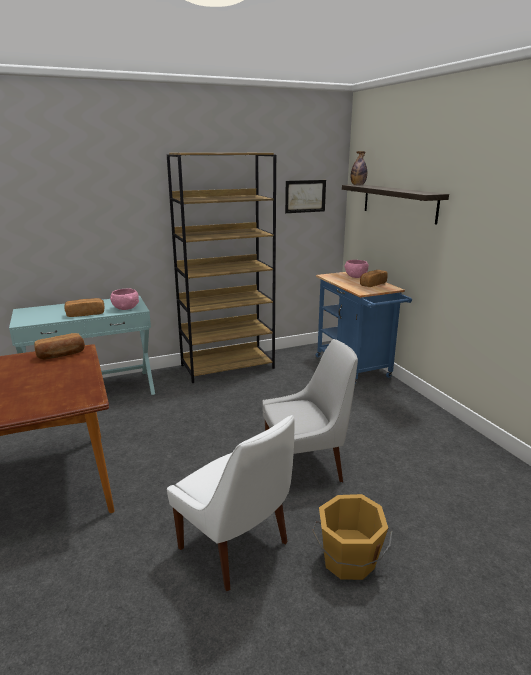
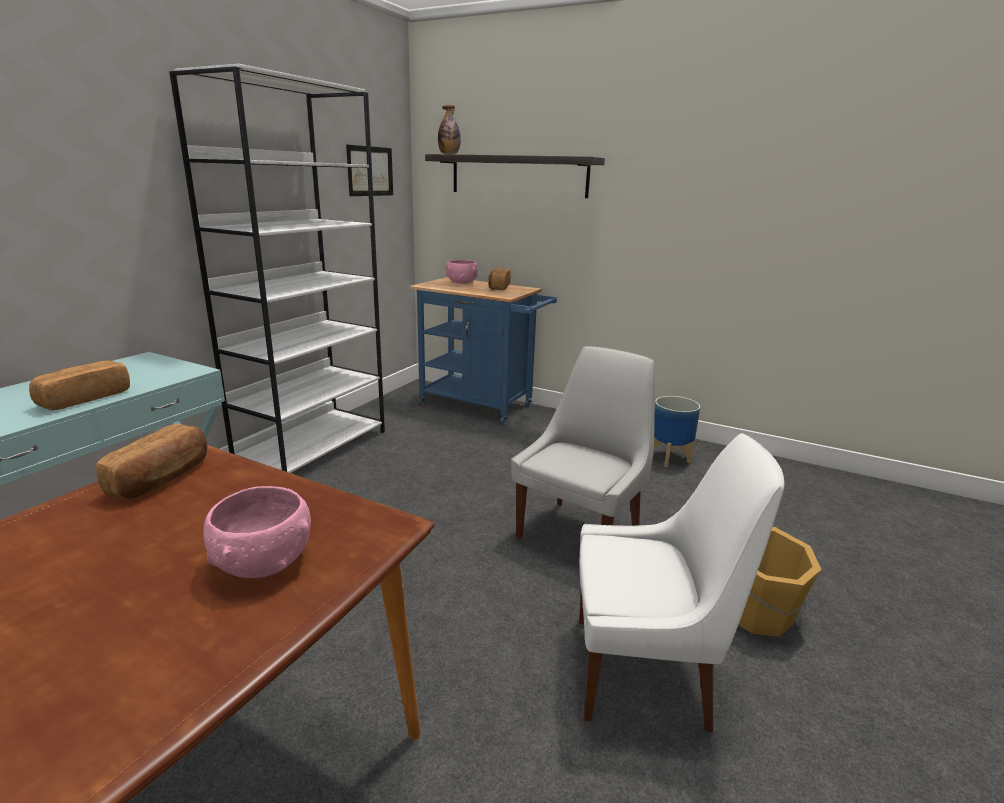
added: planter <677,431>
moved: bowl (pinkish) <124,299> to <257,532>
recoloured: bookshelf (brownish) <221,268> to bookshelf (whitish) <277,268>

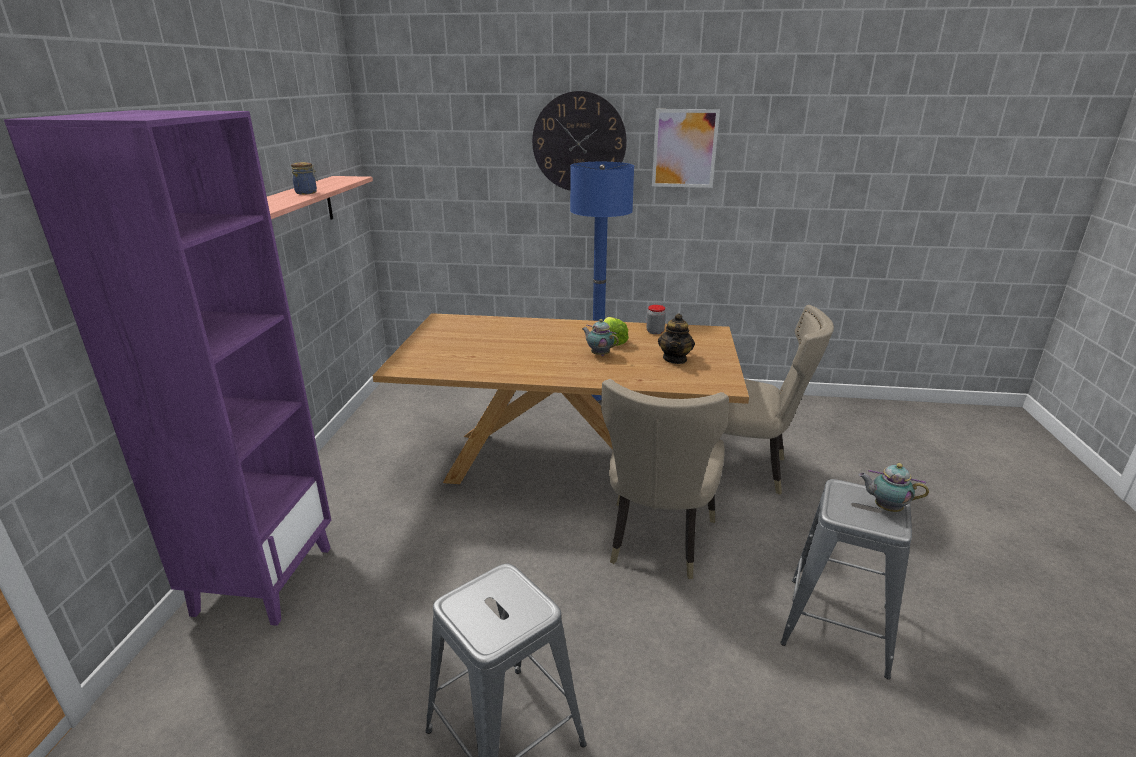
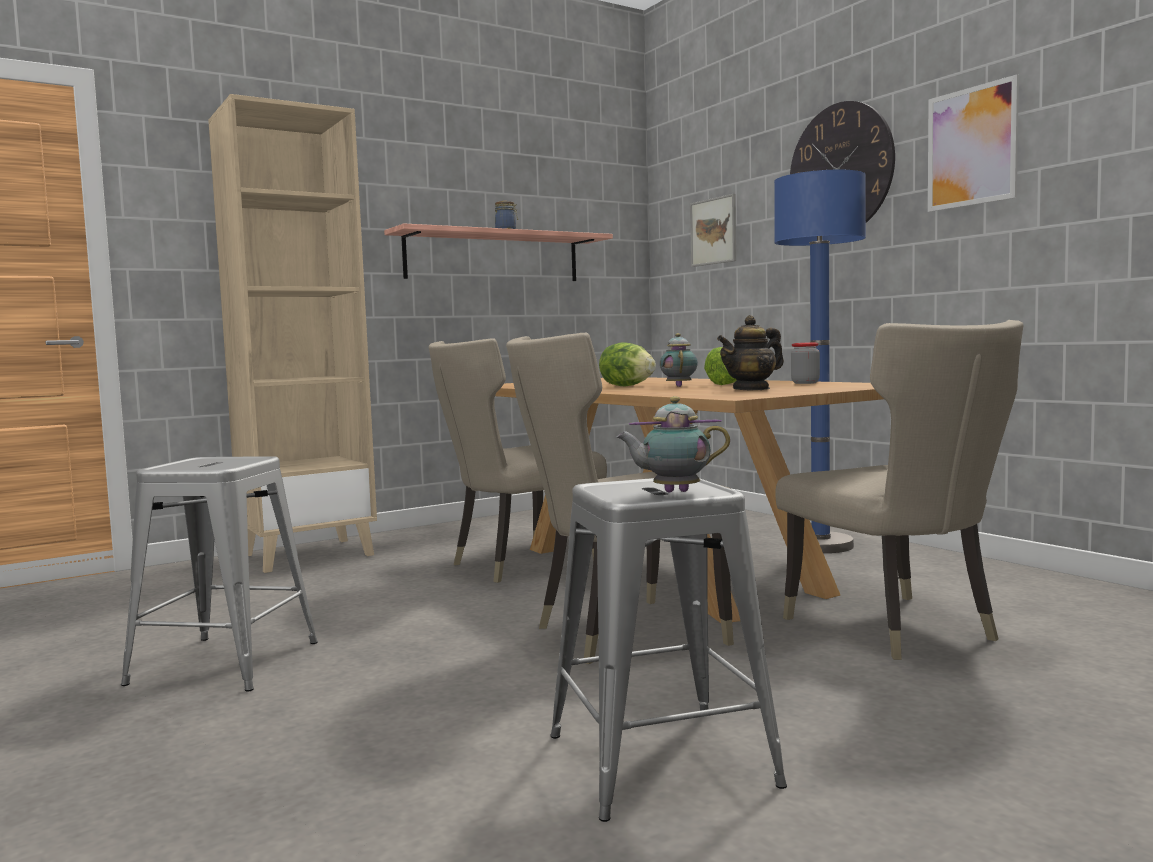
added: wall art <713,230>; plain chair (beige) <518,460>; lettuce head <627,364>
recoloured: bookshelf (purplish) <167,368> to bookshelf (beige) <292,333>
turned: tea pot <894,487> = <673,444> 75 degrees counterclockwise

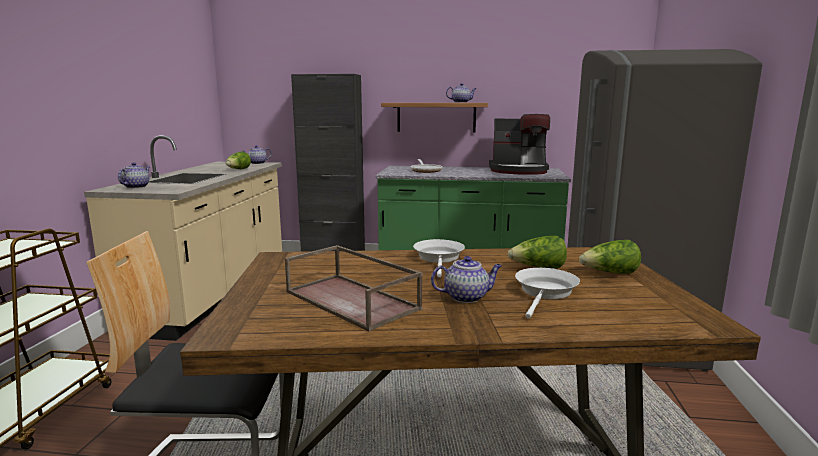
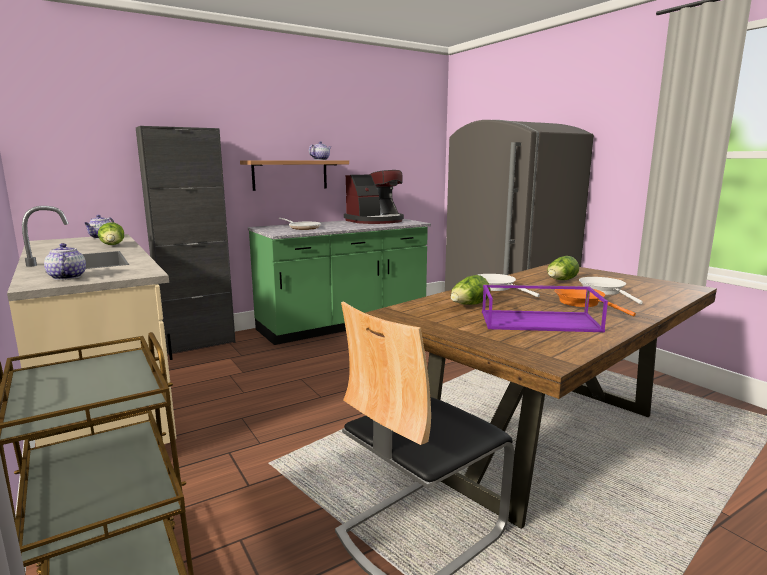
moved: lettuce head <610,257> to <470,290>
replaced: tea pot <466,279> to skillet (orange-coloured) <595,302>
recoloured: carrying tray (brownish) <354,288> to carrying tray (purplish) <545,308>

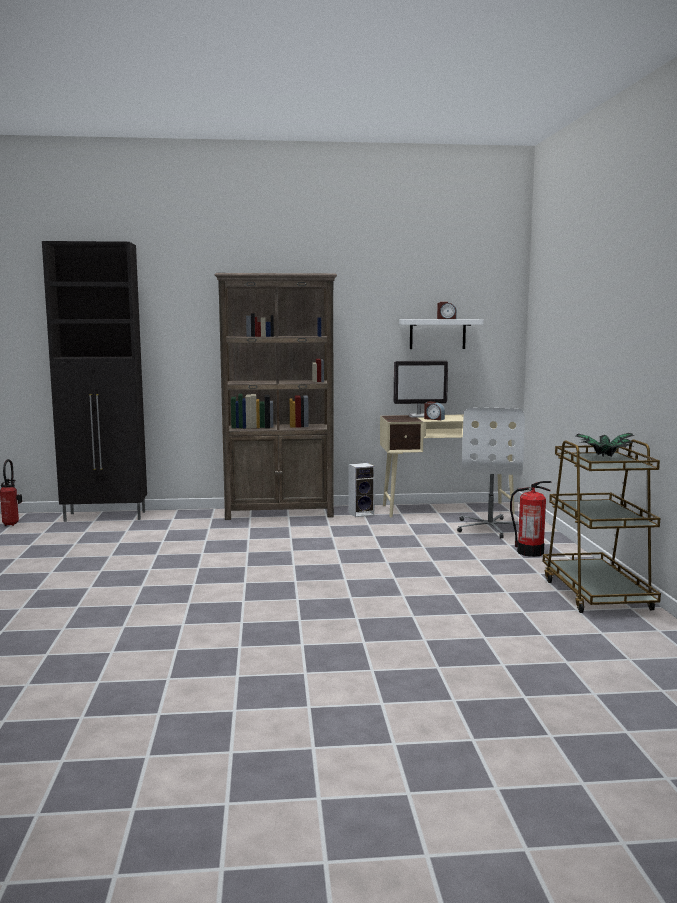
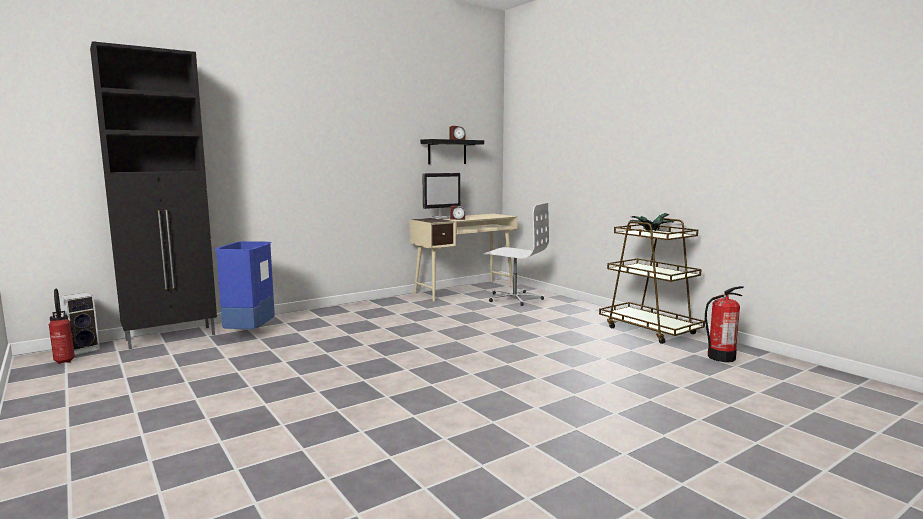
removed: bookshelf (brownish) <275,396>
added: waste bin (blue) <245,285>
moved: audio speaker <361,490> to <80,323>; extinguisher <531,519> to <724,324>
recoloured: bracket shelf (whitish) <441,334> to bracket shelf (black) <452,151>
turned: computer chair (whitish) <491,472> = <516,254> 45 degrees counterclockwise

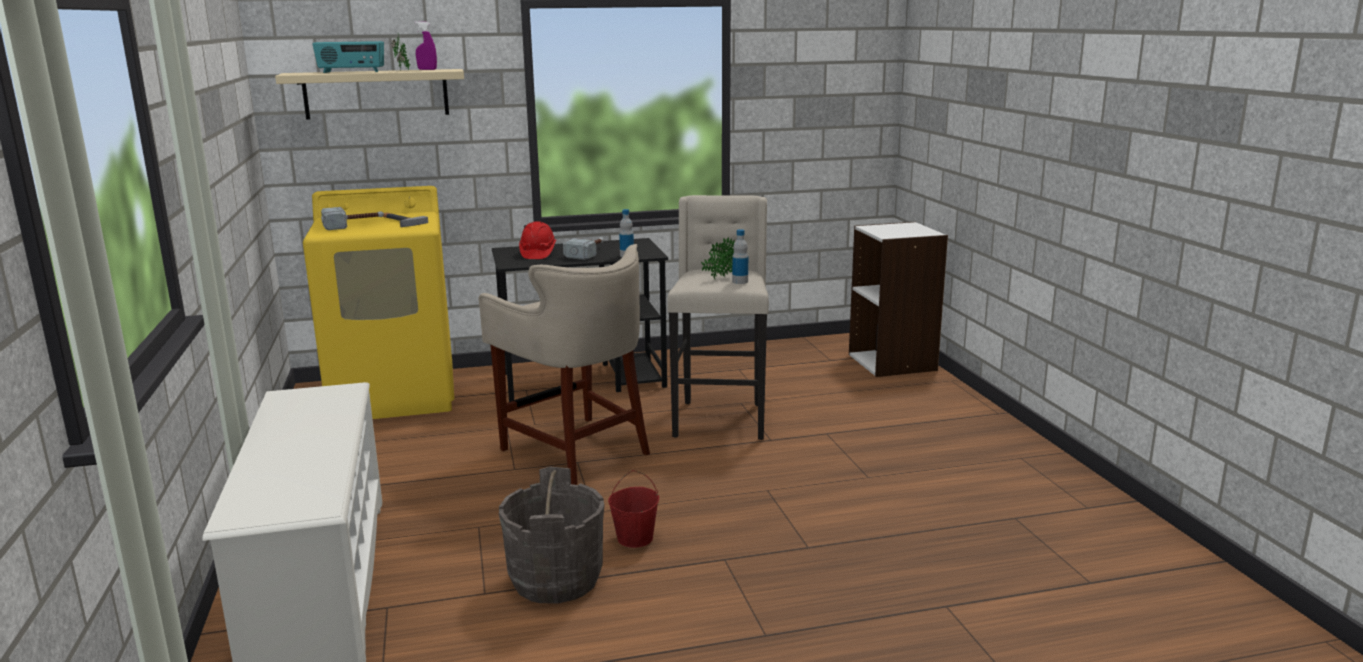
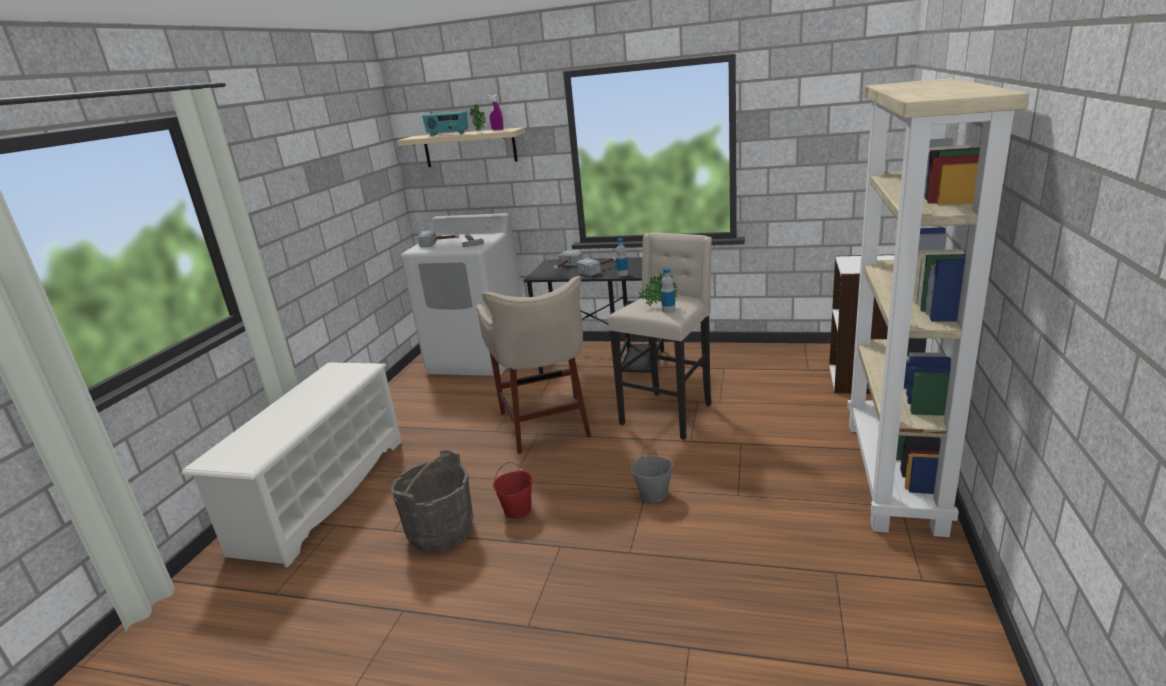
added: bookshelf (beige) <938,307>; pail (grey) <652,474>
replaced: work helmet (reddish) <537,240> to tool hammer <568,260>
recoloured: laundry appliance (yellowish) <378,302> to laundry appliance (whitish) <461,294>

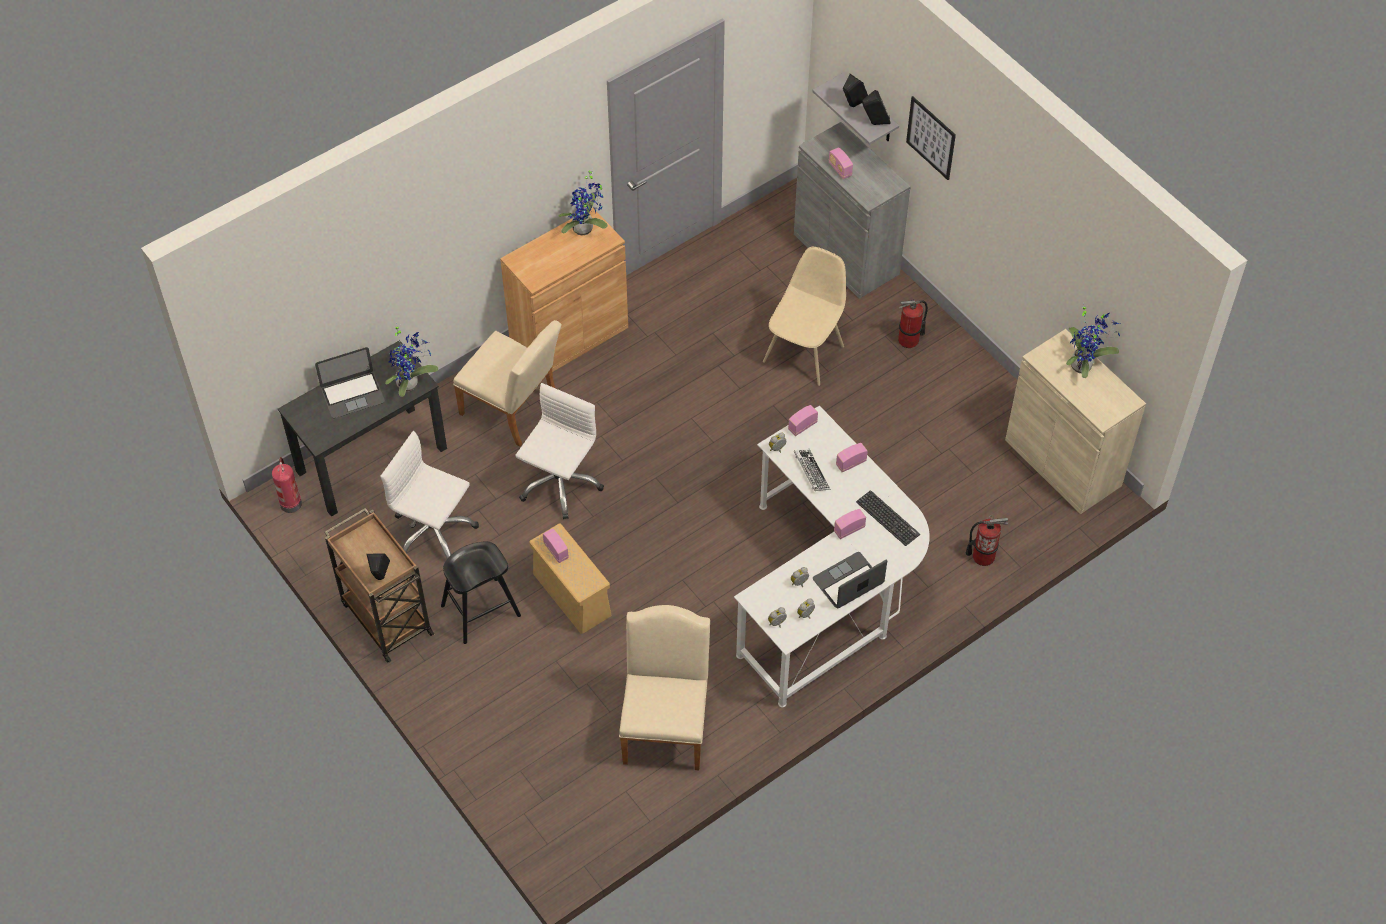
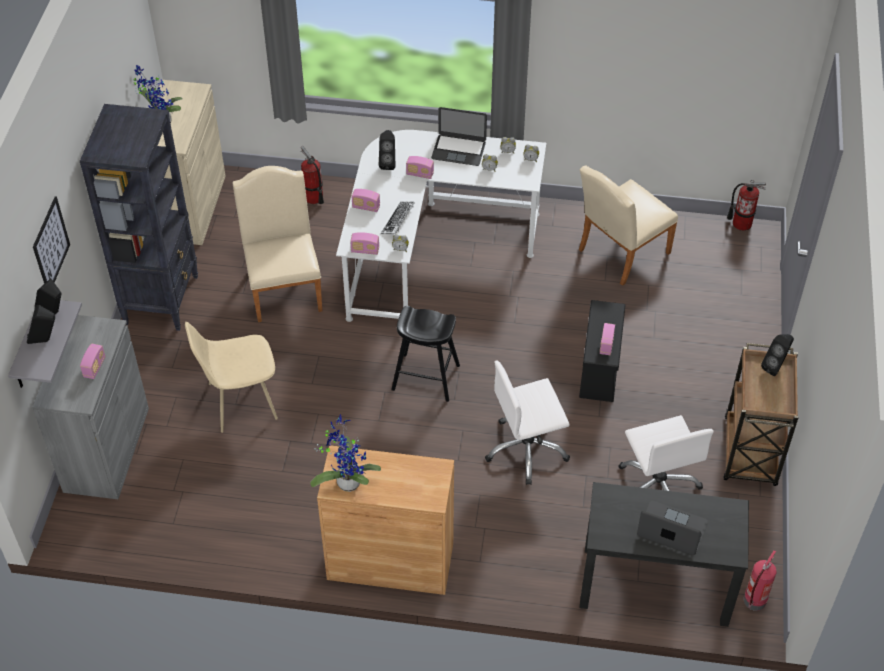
removed: potted plant <411,359>
added: bookshelf (black) <139,217>
moved: extinguisher <913,323> to <746,205>; plain chair (beige) <507,383> to <277,244>; sitting stool (black) <481,593> to <425,354>
replaced: computer keyboard <888,518> to audio speaker (black) <387,150>
recoloured: storage box (beige) <570,578> to storage box (black) <602,351>

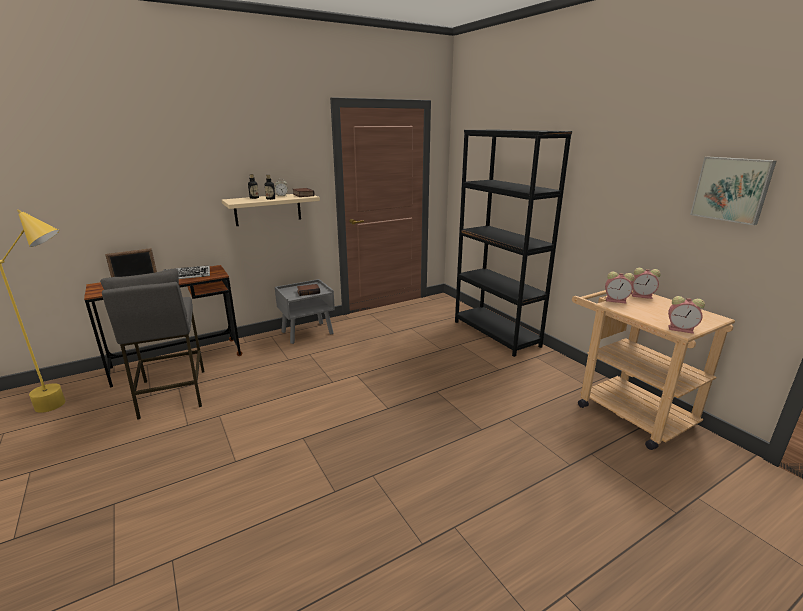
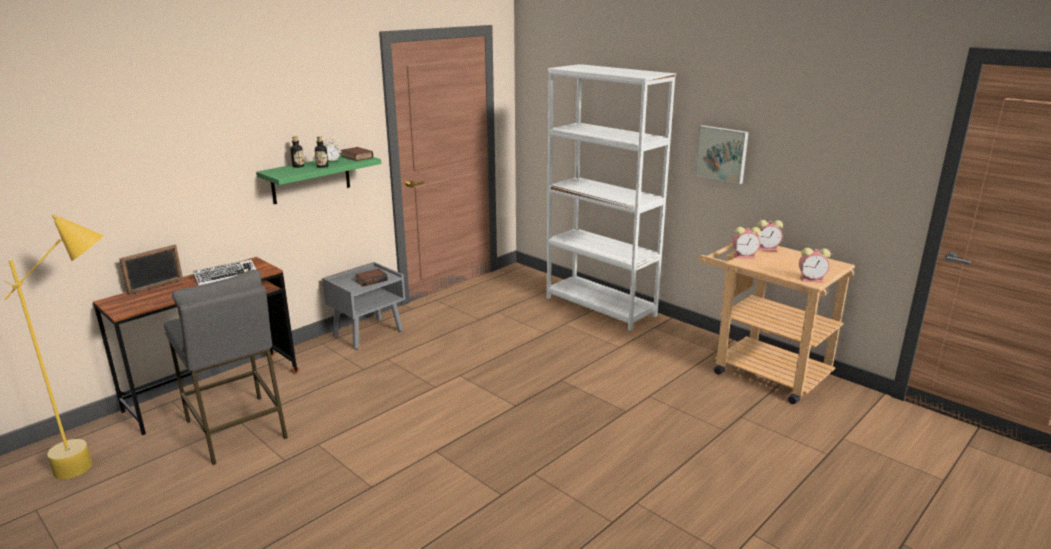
moved: wall art <733,191> to <722,154>
recoloured: bookshelf (black) <513,243> to bookshelf (whitish) <611,197>; bracket shelf (beige) <271,210> to bracket shelf (green) <318,179>

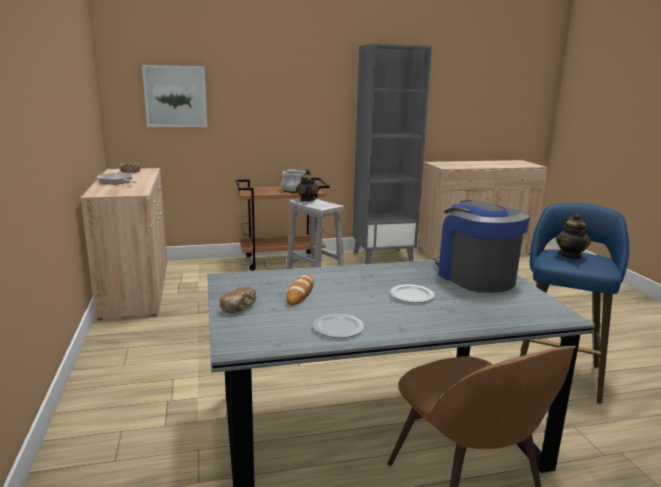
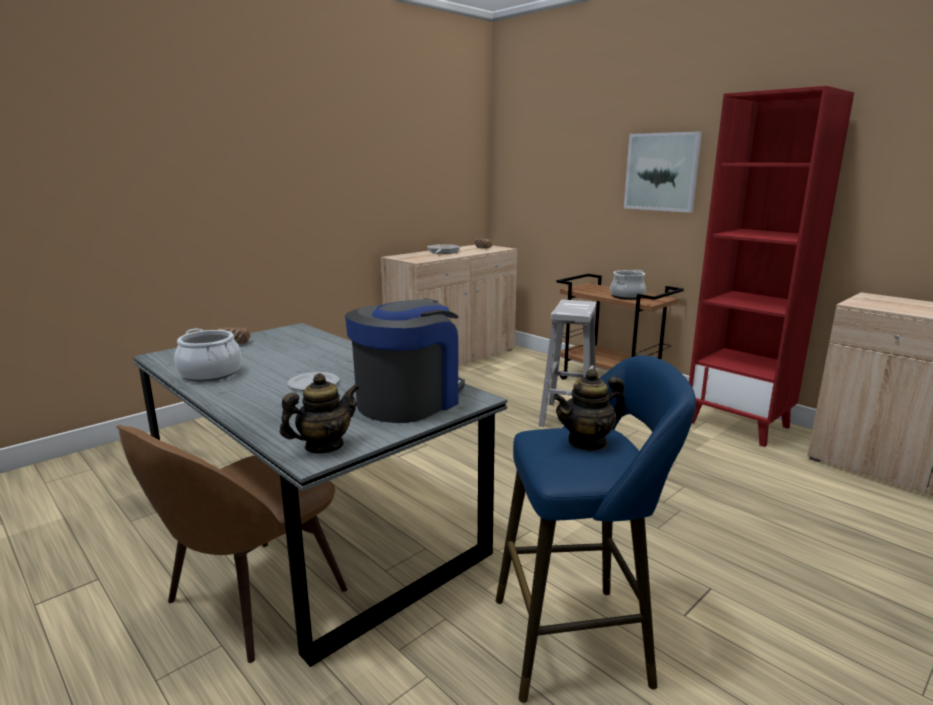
removed: baked bread <300,289>
moved: wall art <174,96> to <663,172>; tea pot <307,185> to <319,413>
replaced: flat dish <338,326> to cooking pot <208,355>
recoloured: bookshelf (grey) <392,154> to bookshelf (reddish) <771,266>

